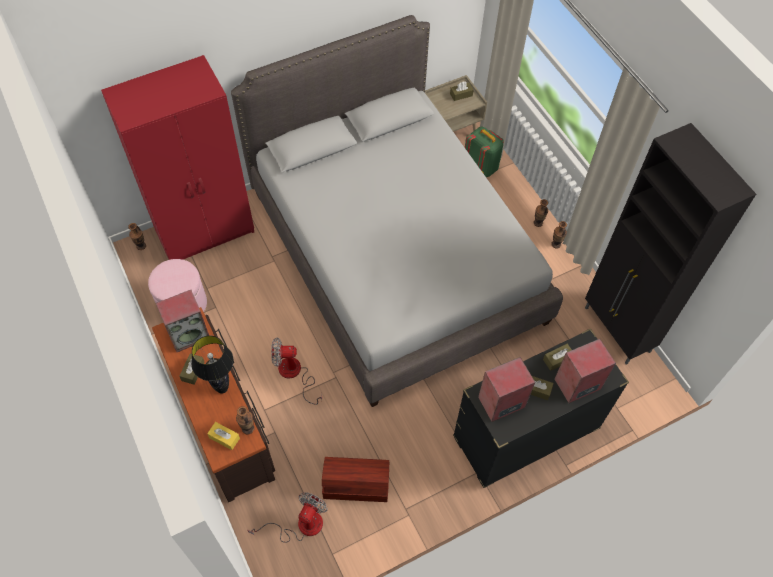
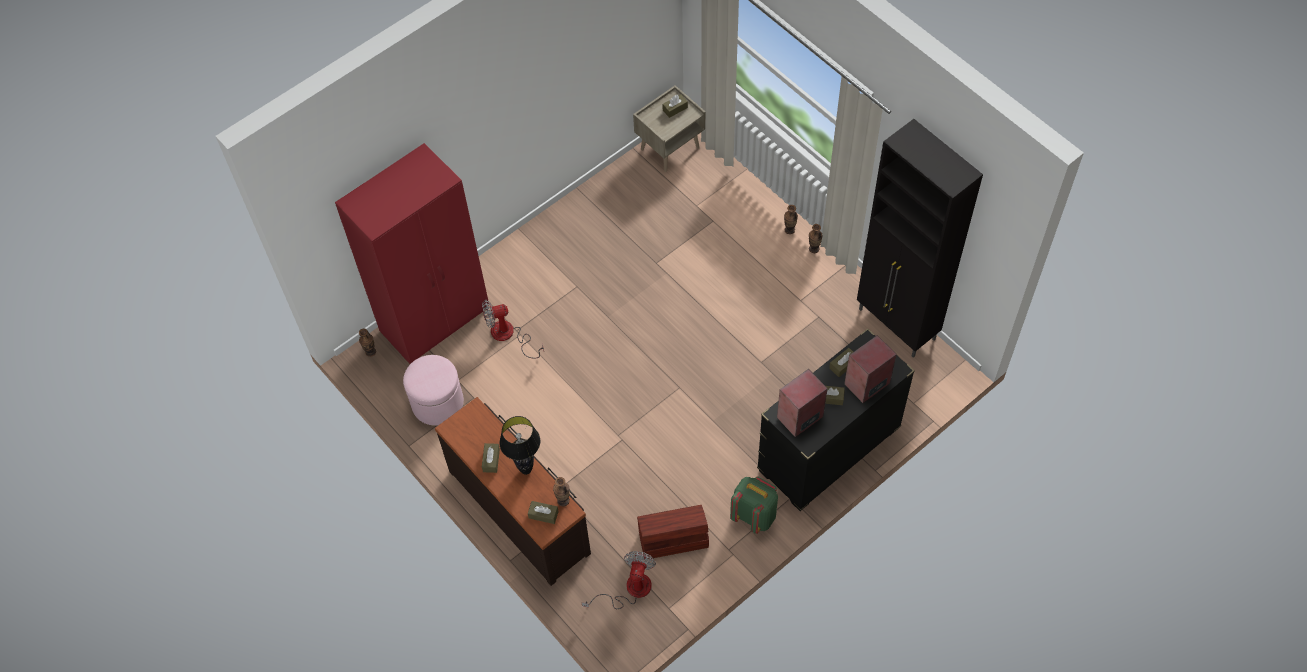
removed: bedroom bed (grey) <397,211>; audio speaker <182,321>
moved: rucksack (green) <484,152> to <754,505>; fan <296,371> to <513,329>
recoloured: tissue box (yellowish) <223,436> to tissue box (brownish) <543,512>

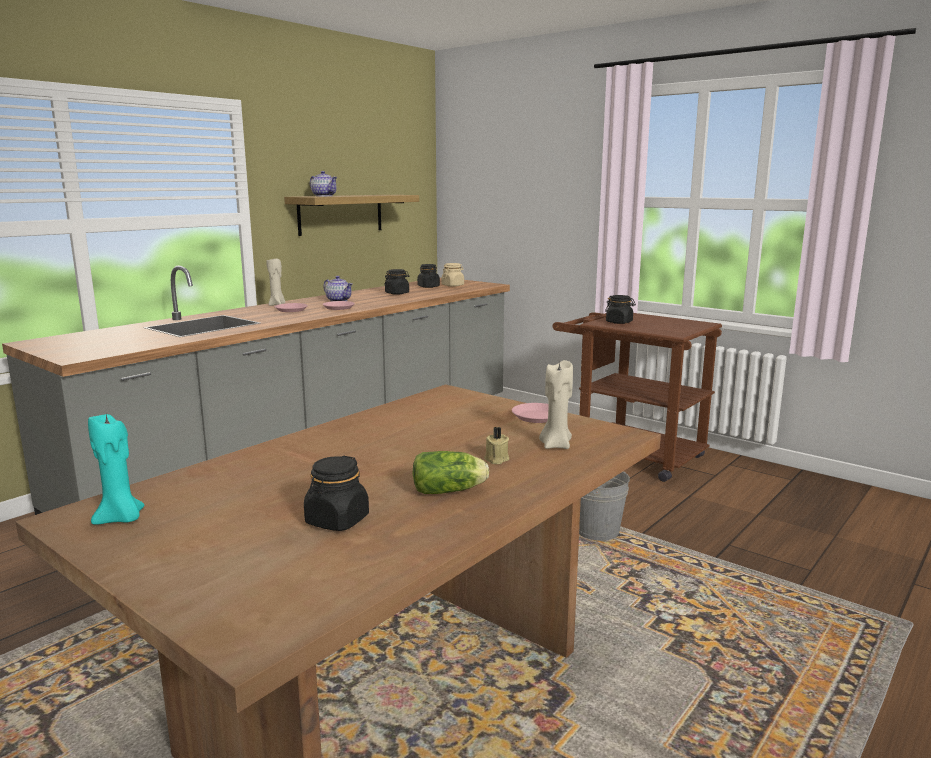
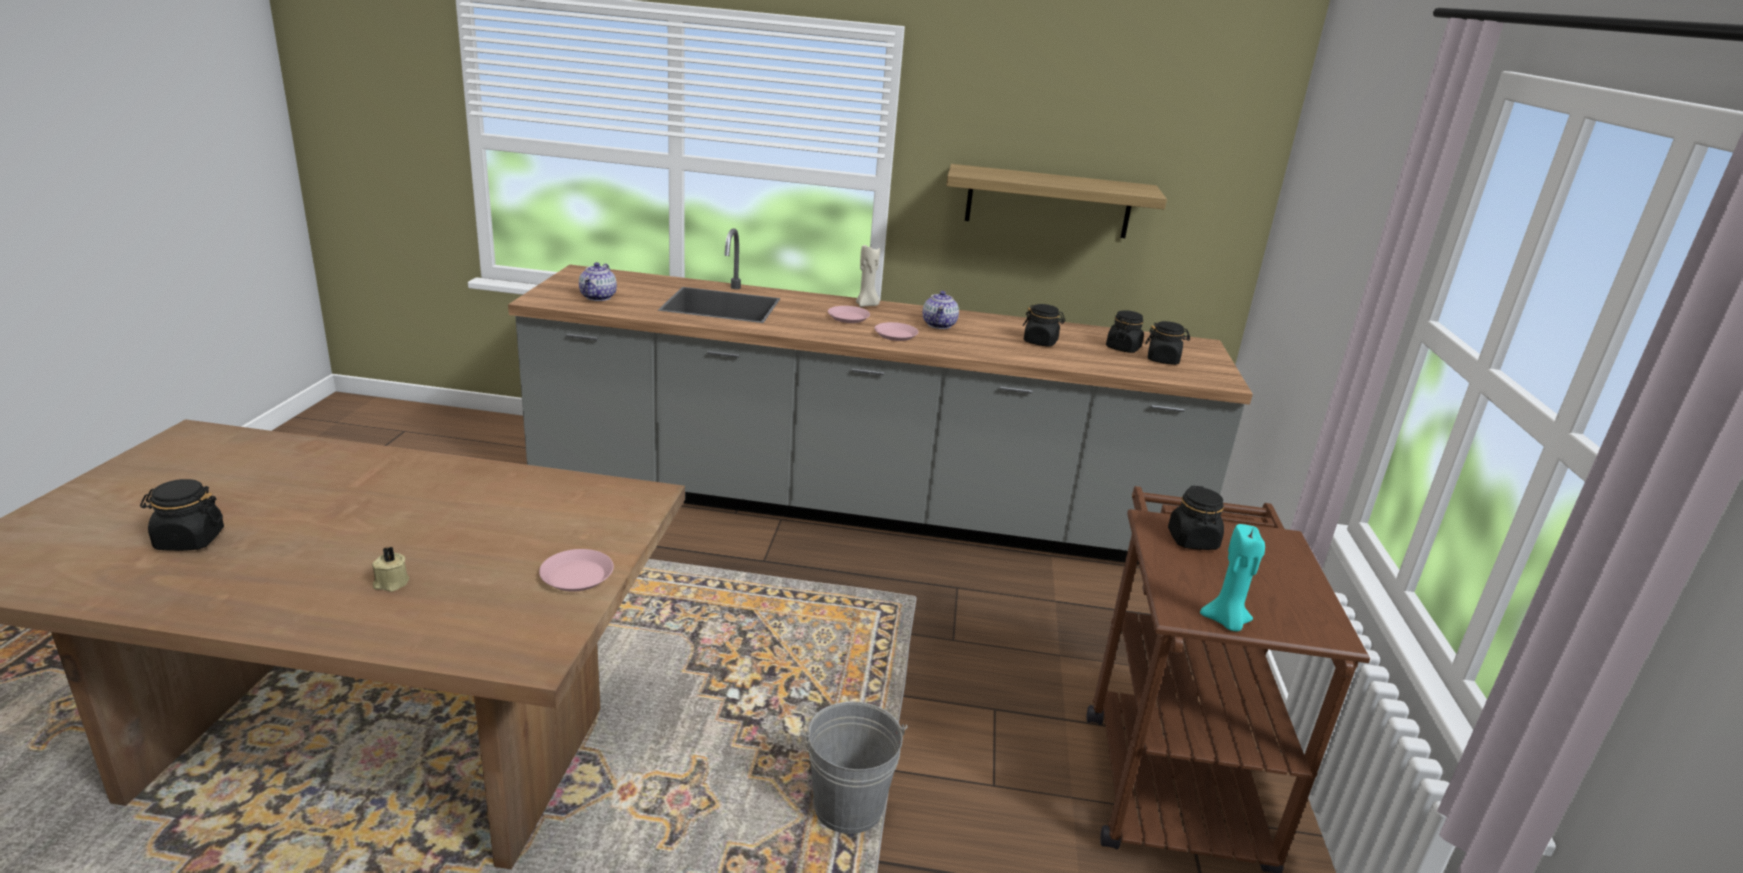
removed: wax candle (beige) <556,404>; lettuce head <450,472>
moved: tea pot <323,183> to <598,281>; wax candle (turquoise-coloured) <116,469> to <1232,578>
recoloured: preserve jar (beige) <453,275> to preserve jar (black) <1167,343>

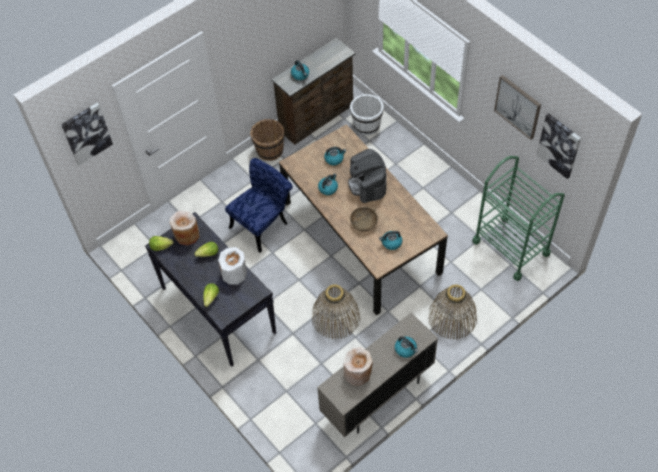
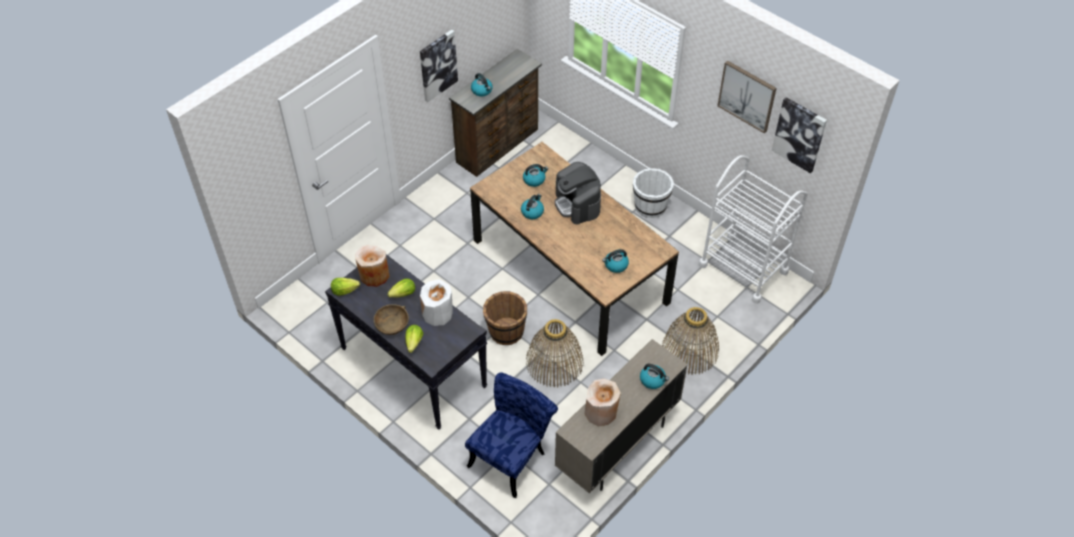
moved: pail (whitish) <367,115> to <653,193>; wall art <87,134> to <439,66>; pail (brownish) <267,140> to <505,318>; plain chair (blue) <259,205> to <511,435>; bowl (brownish) <364,219> to <391,319>
recoloured: cart (green) <518,218> to cart (whitish) <753,229>

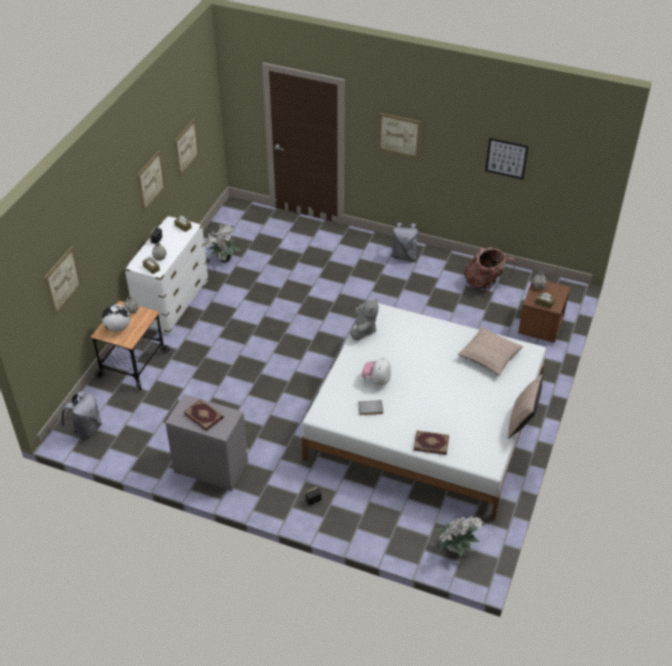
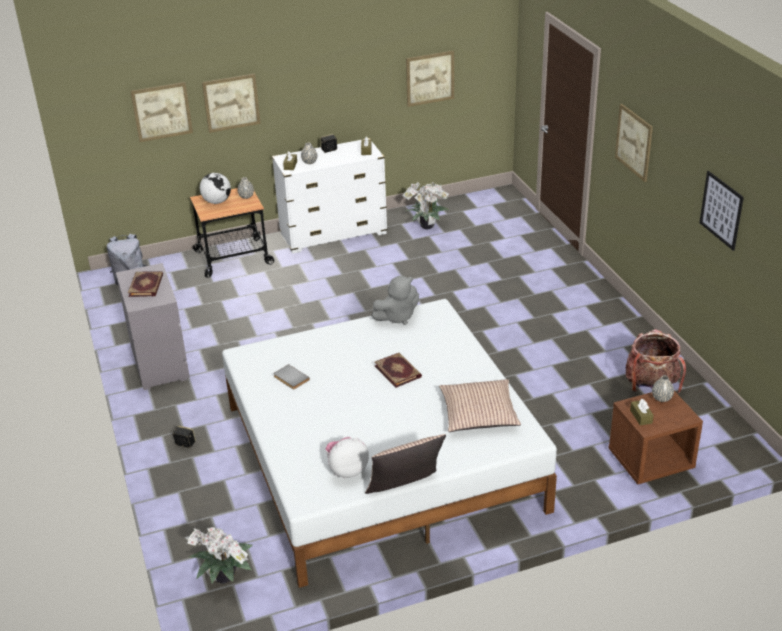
removed: rucksack (grey) <405,241>
moved: wall art <151,181> to <231,103>; soft toy <376,371> to <347,457>; book <431,442> to <398,370>

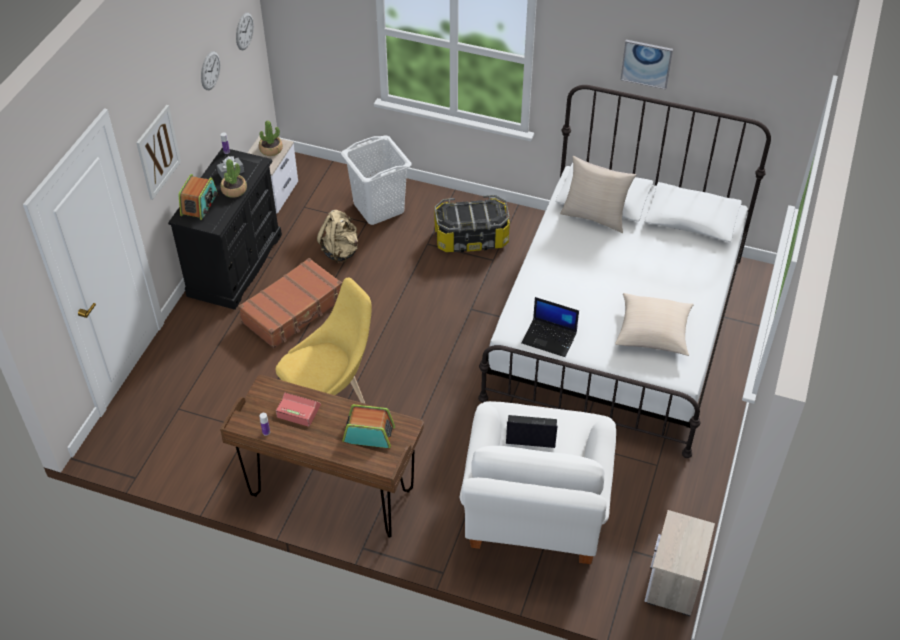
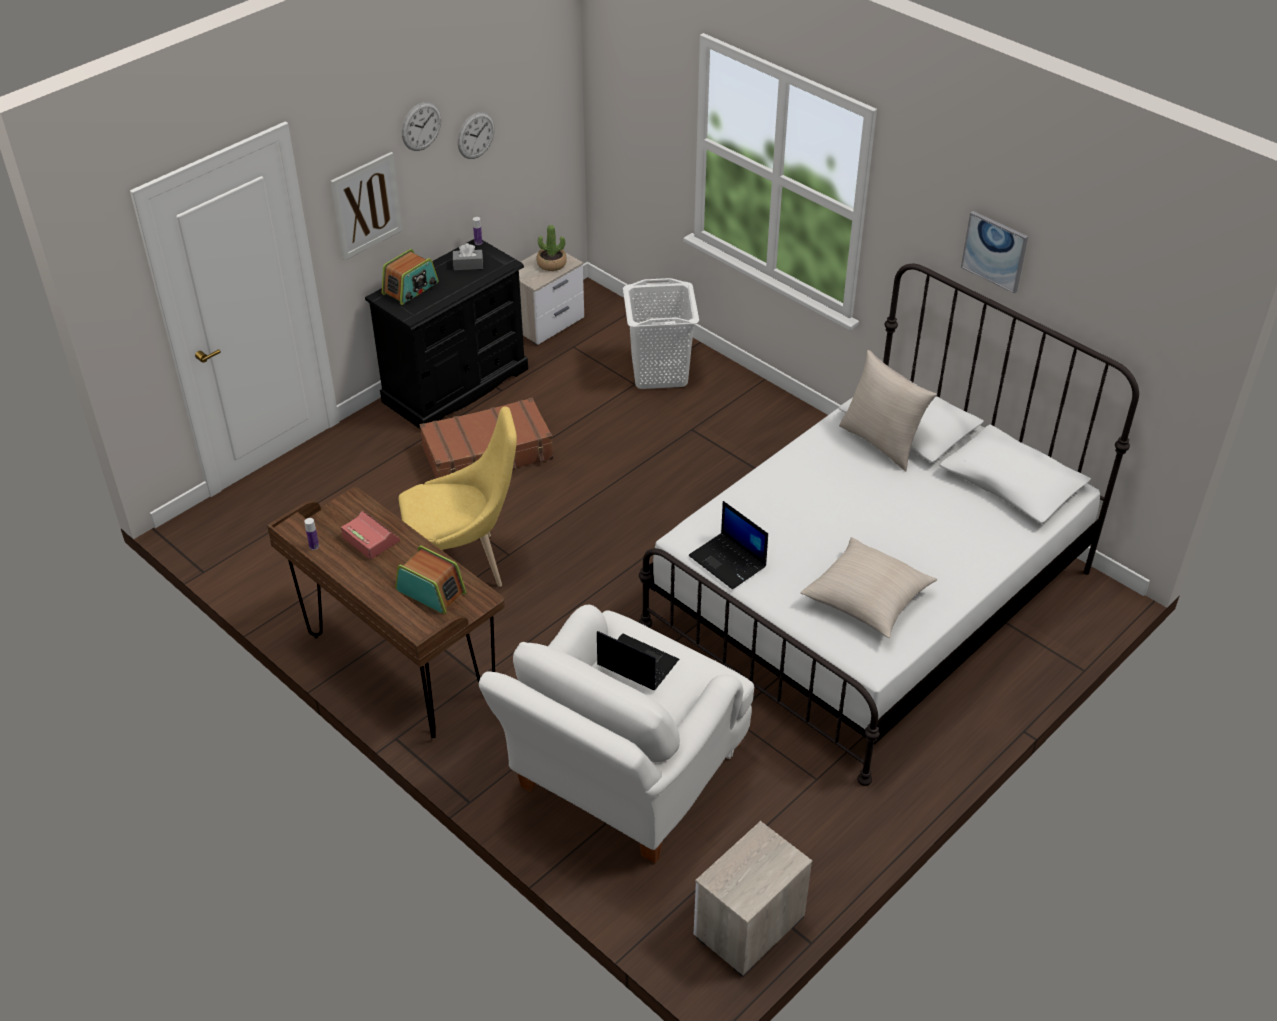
removed: potted plant <233,178>; storage box <472,224>; rucksack (beige) <337,236>
moved: wall clock <245,31> to <421,126>

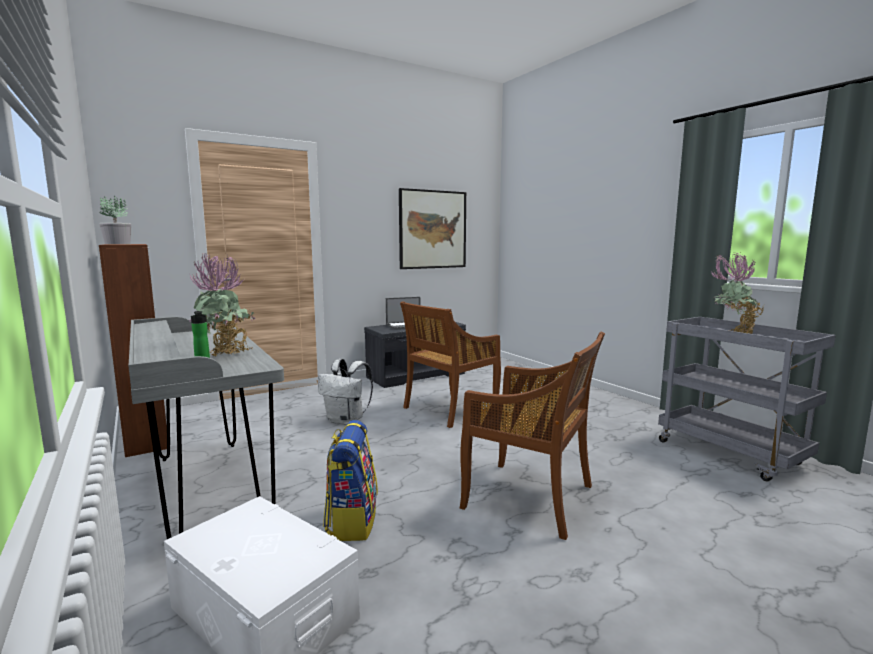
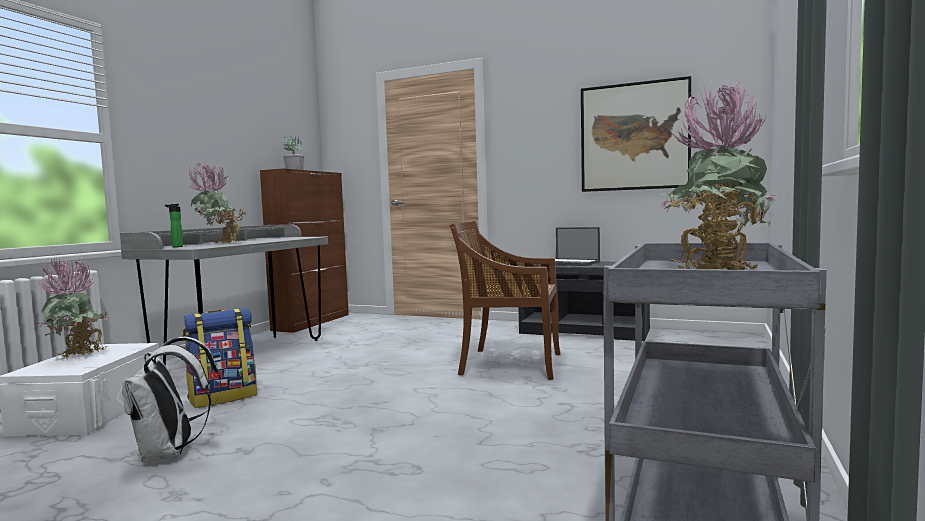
removed: plain chair (brownish) <532,436>
added: potted plant <74,308>
moved: rucksack (whitish) <345,392> to <171,399>

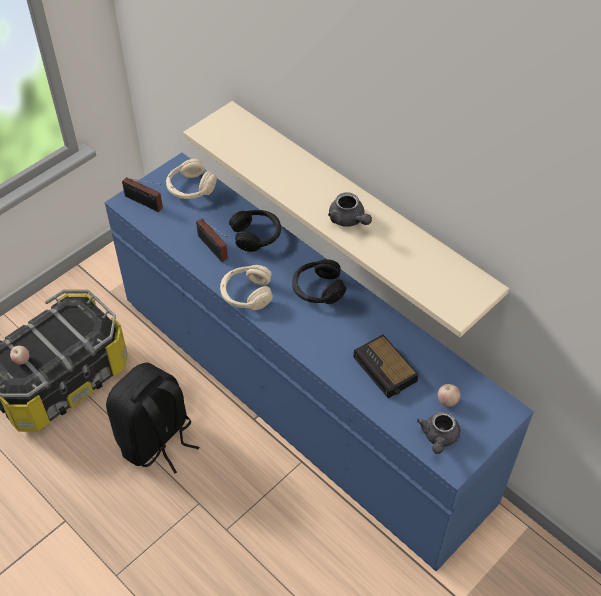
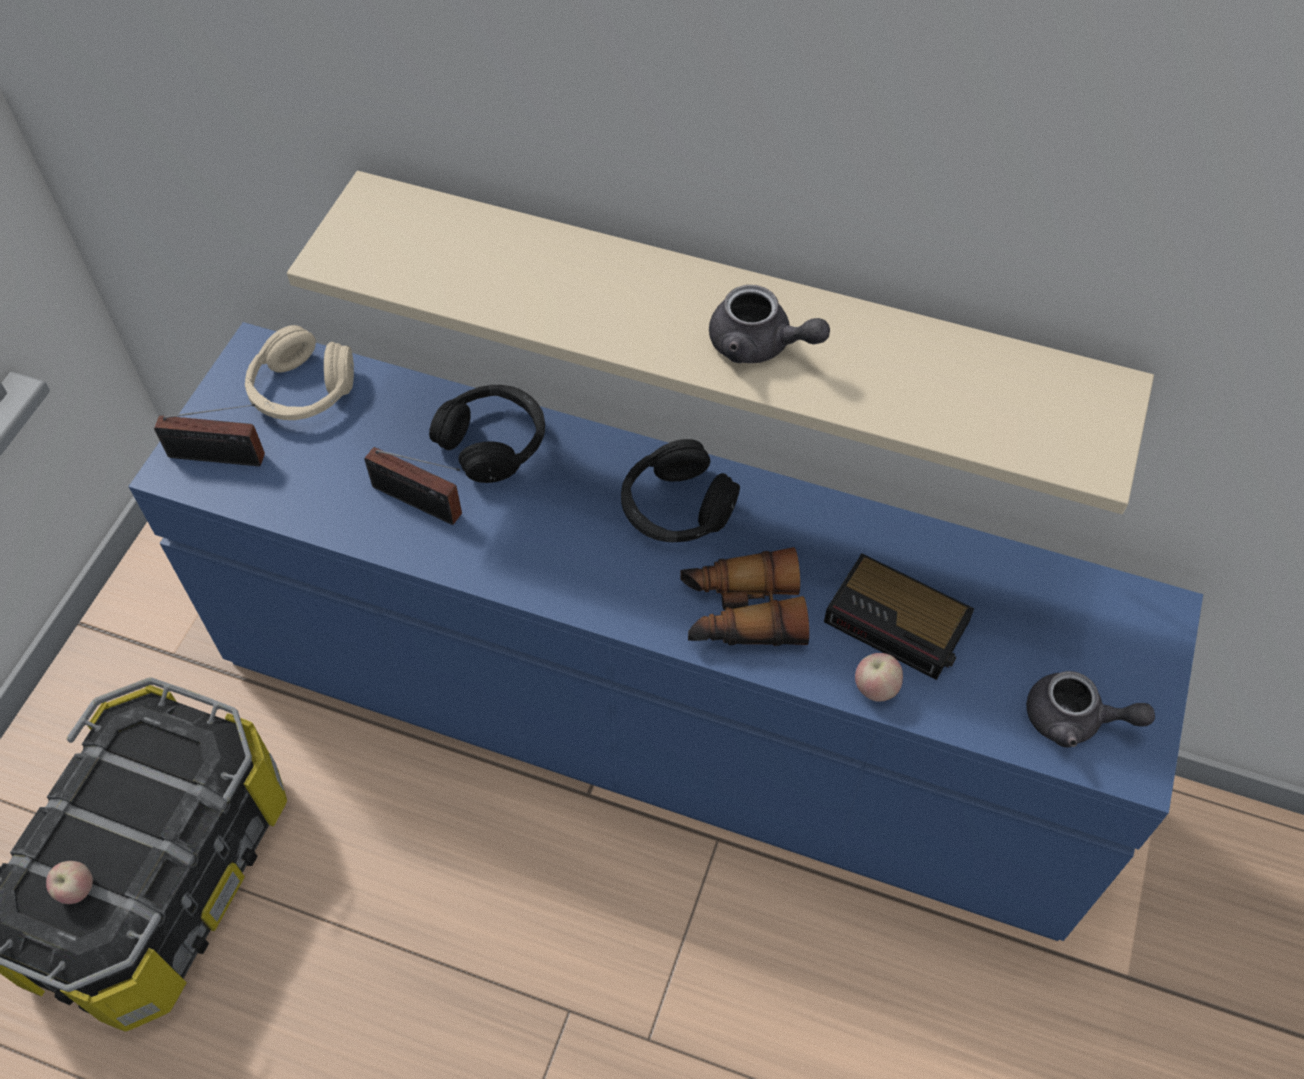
removed: pair of headphones (beige) <246,287>; rucksack (black) <153,418>
added: binoculars <744,596>
moved: whole apple <449,395> to <879,677>
turned: tea pot (grey) <438,433> = <1090,709> 60 degrees counterclockwise

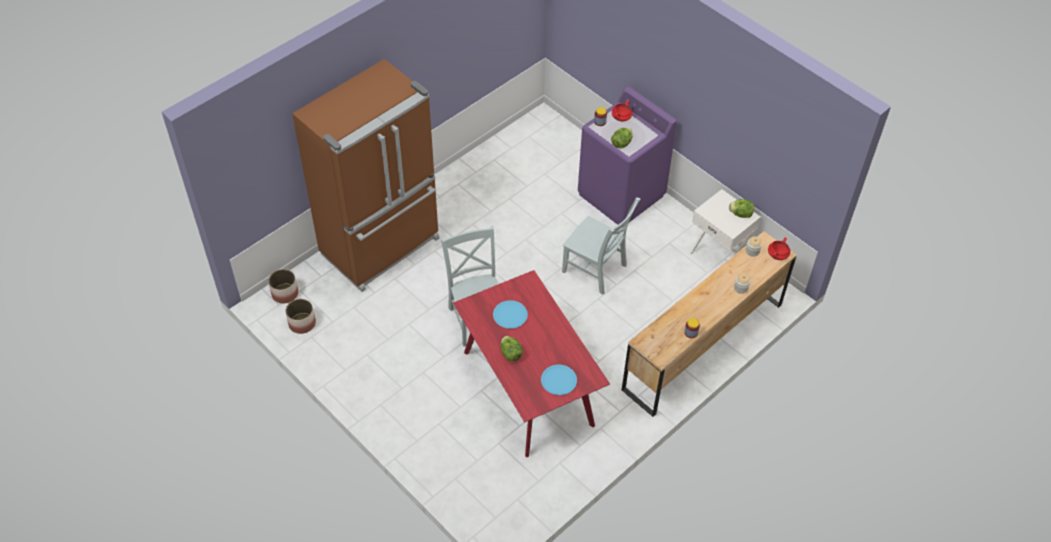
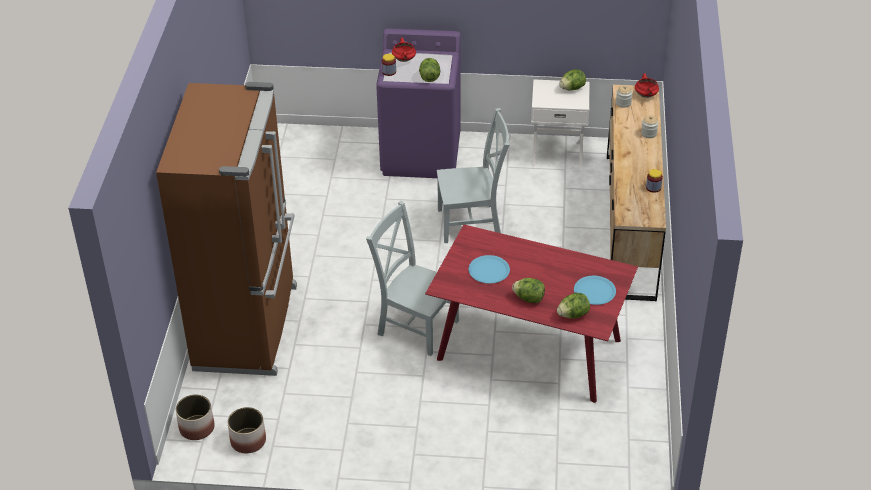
added: lettuce head <573,306>

